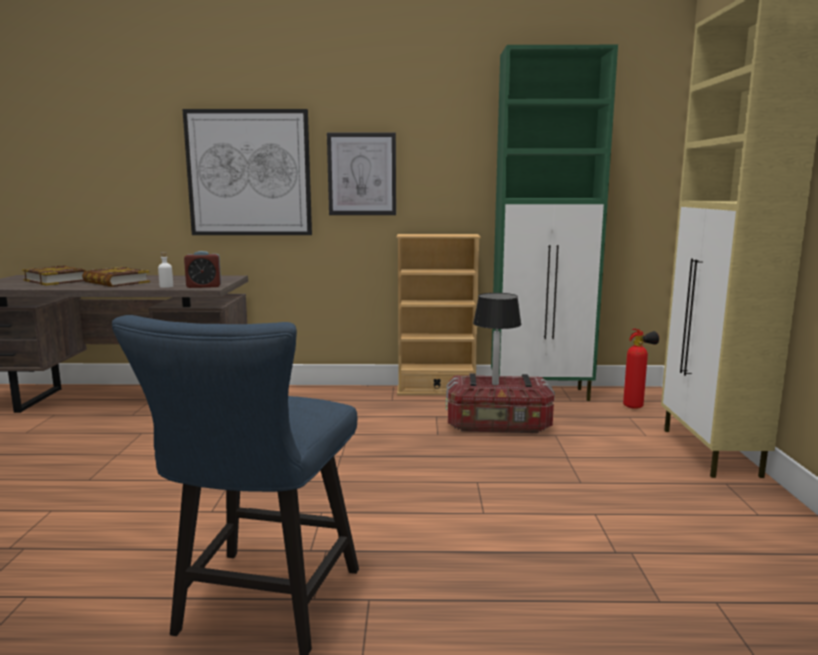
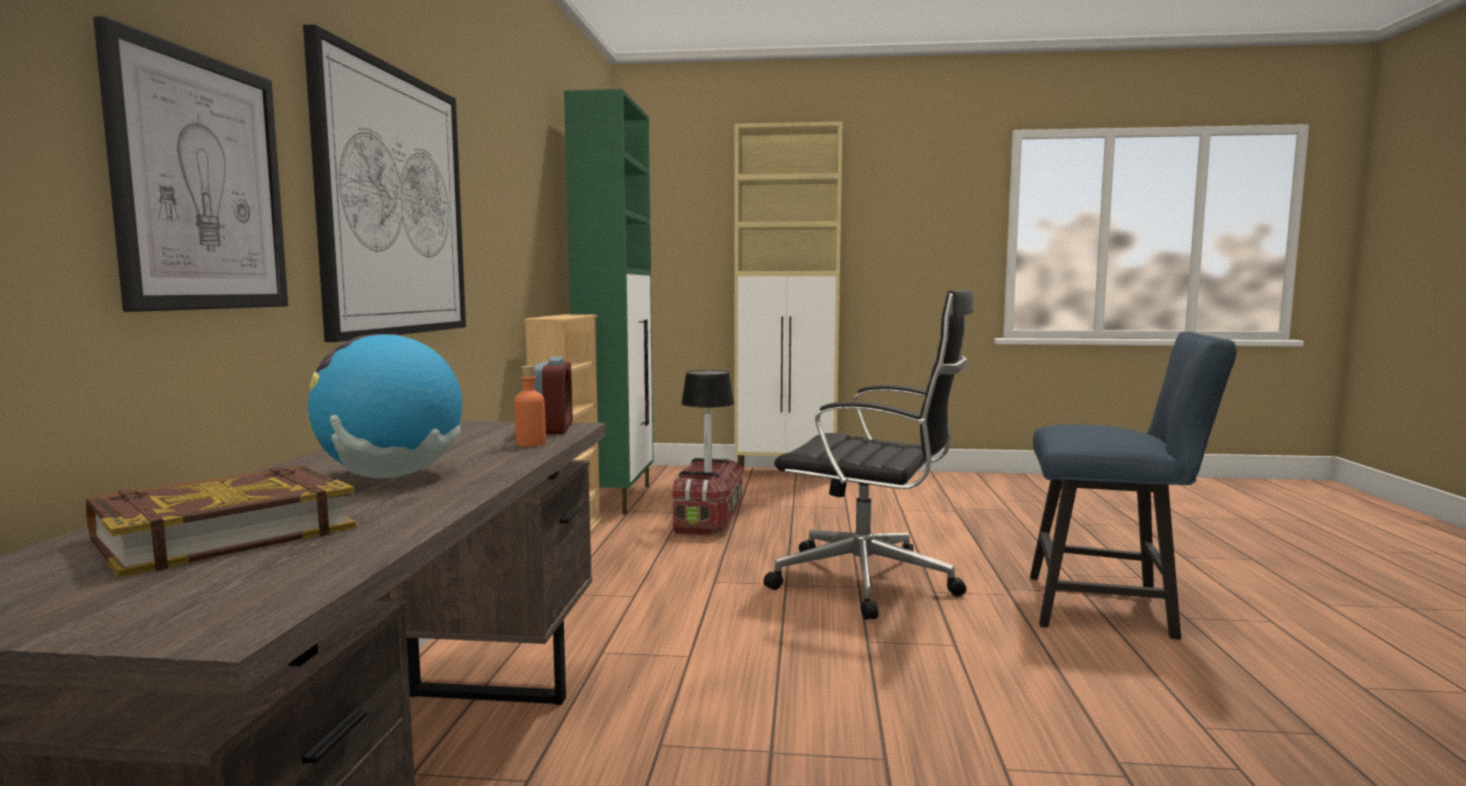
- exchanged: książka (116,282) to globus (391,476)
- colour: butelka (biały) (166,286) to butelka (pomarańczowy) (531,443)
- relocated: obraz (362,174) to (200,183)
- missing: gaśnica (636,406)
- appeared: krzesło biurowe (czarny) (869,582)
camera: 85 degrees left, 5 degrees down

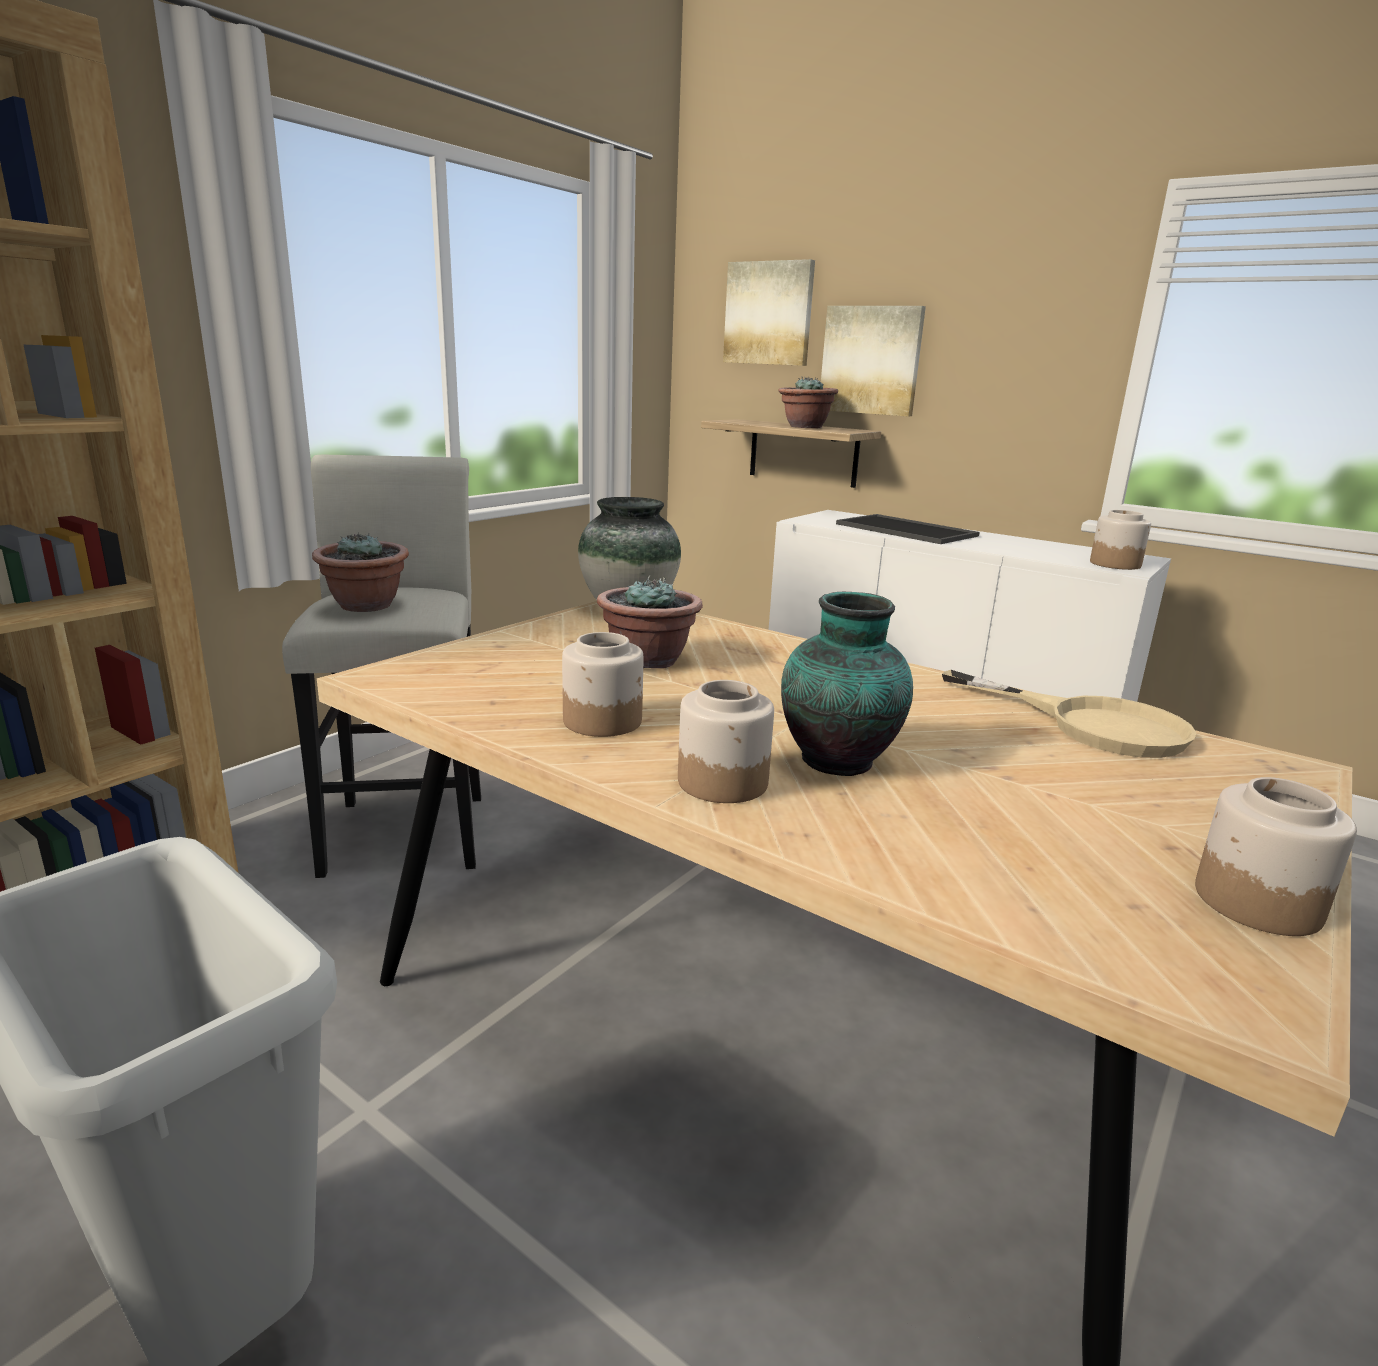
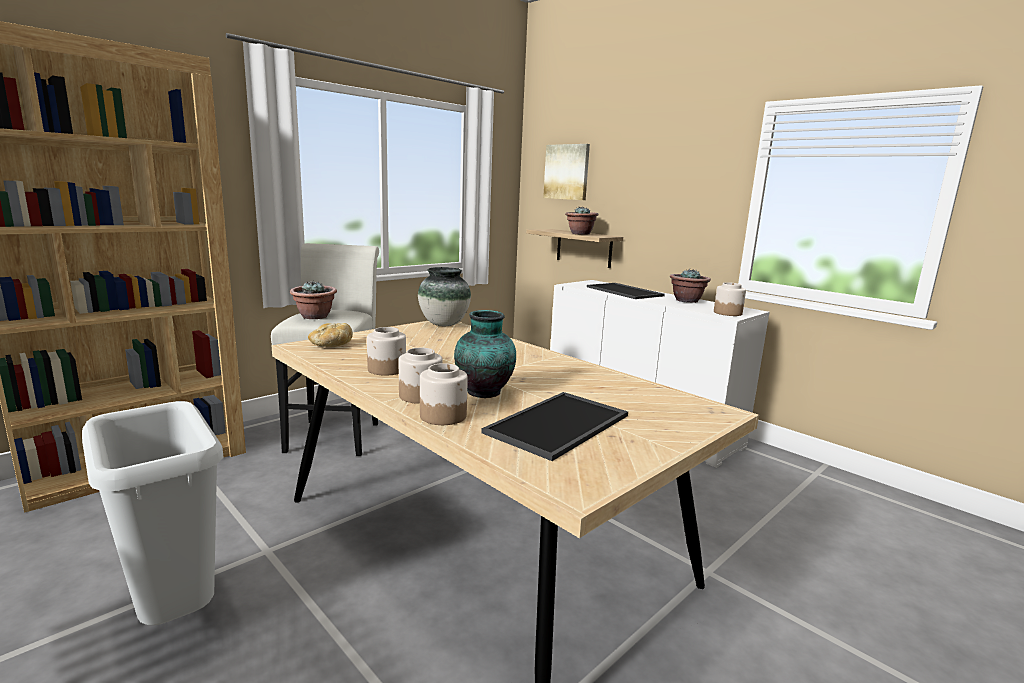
- relocated: roślina doniczkowa (648,660) to (686,300)
- missing: obraz (871,360)
- missing: patelnia (beżowy) (1092,724)
- relocated: słoik (1256,901) to (443,416)
- appeared: chleb (331,345)
- appeared: taca (559,425)
camera: 10 degrees right, 5 degrees down

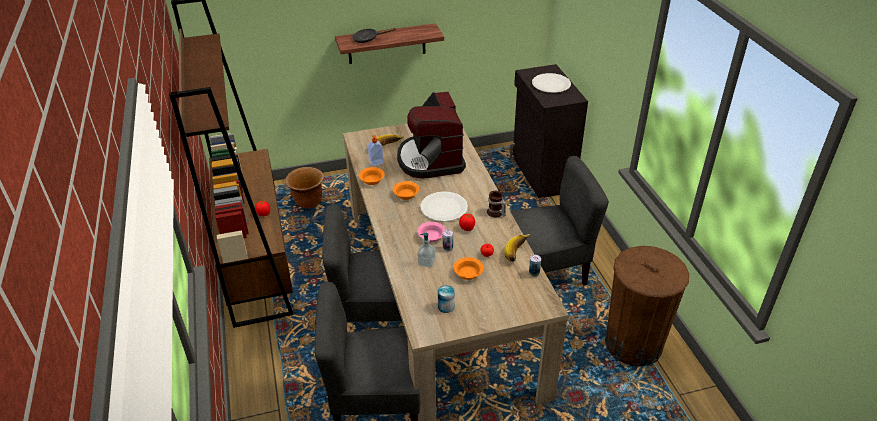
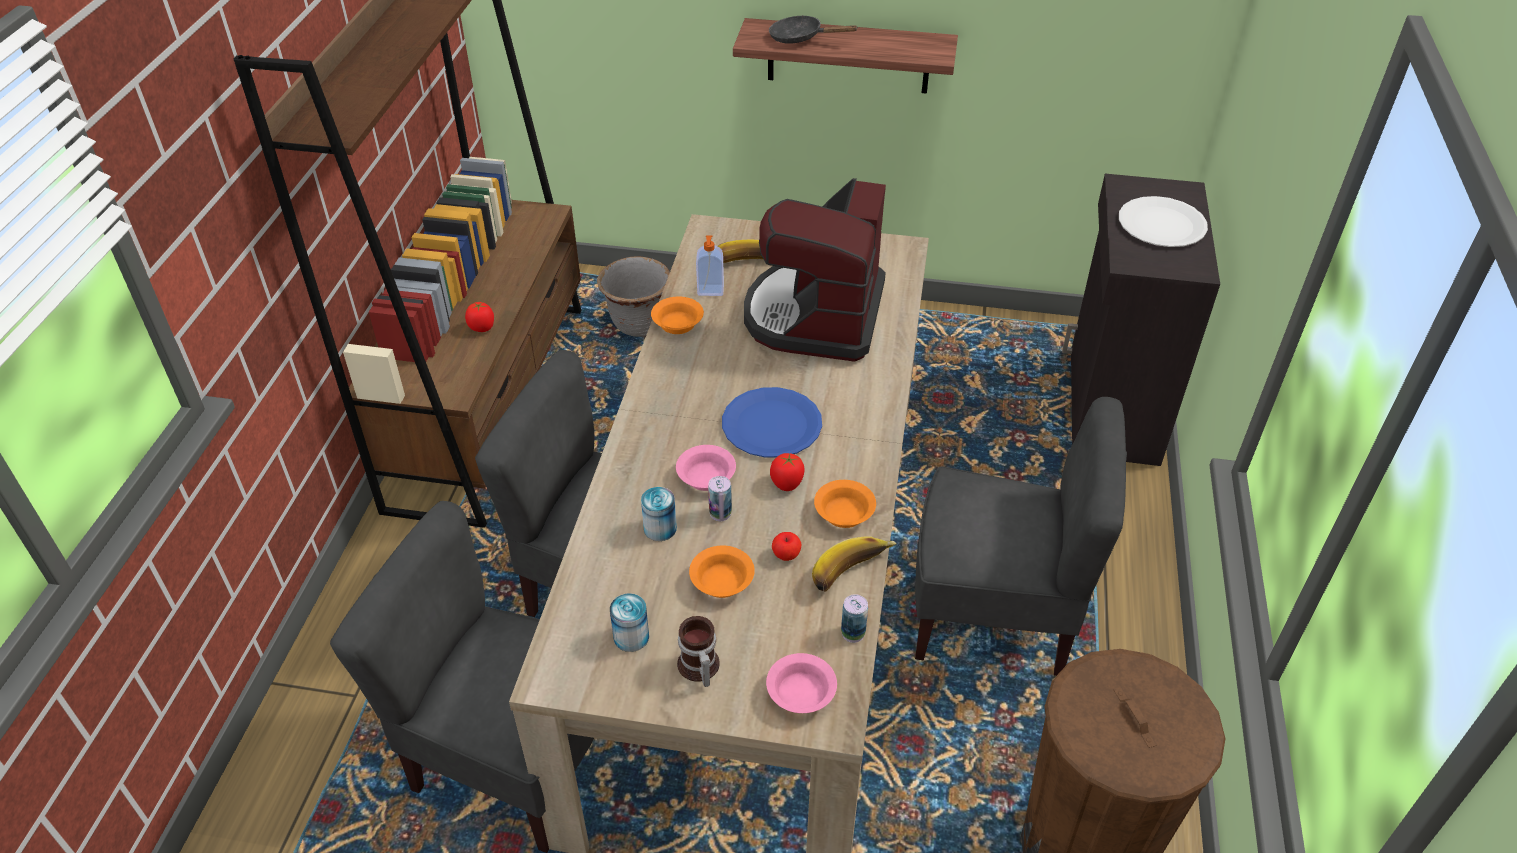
- colour: donica (brązowy) (308,202) to donica (szary) (638,325)
- relocated: miska (pomarańczowy) (406,194) to (844,513)
- exchanged: dozownik mydła (426,262) to puszka (660,528)
- colour: talerz (biały) (443,208) to talerz (niebieski) (771,425)
- relocated: kubek (495,213) to (697,668)
- appeared: miska (różowy) (800,695)
camera: 25 degrees right, 5 degrees up

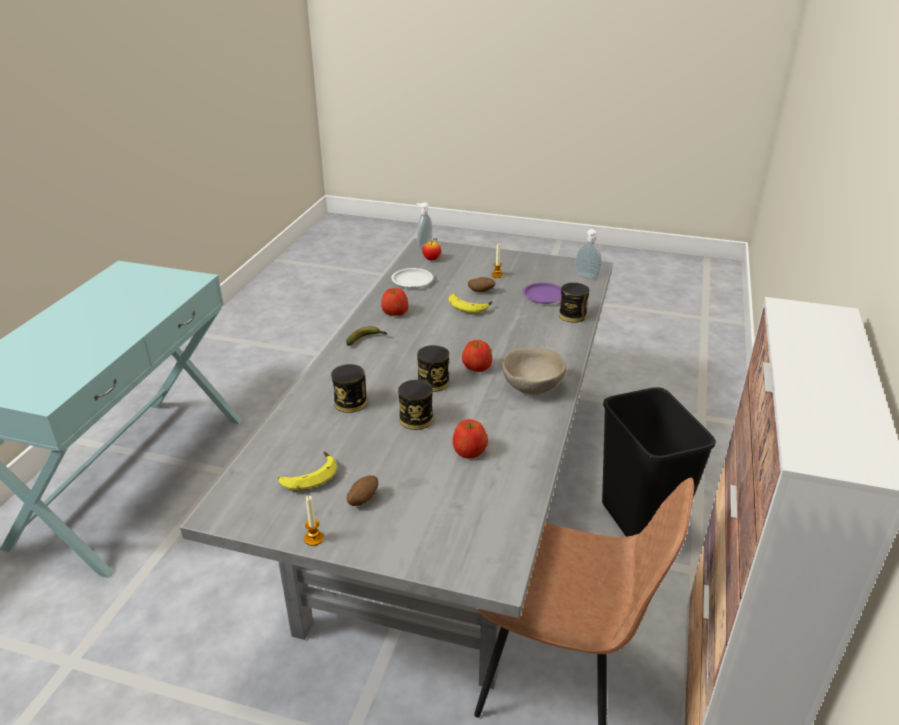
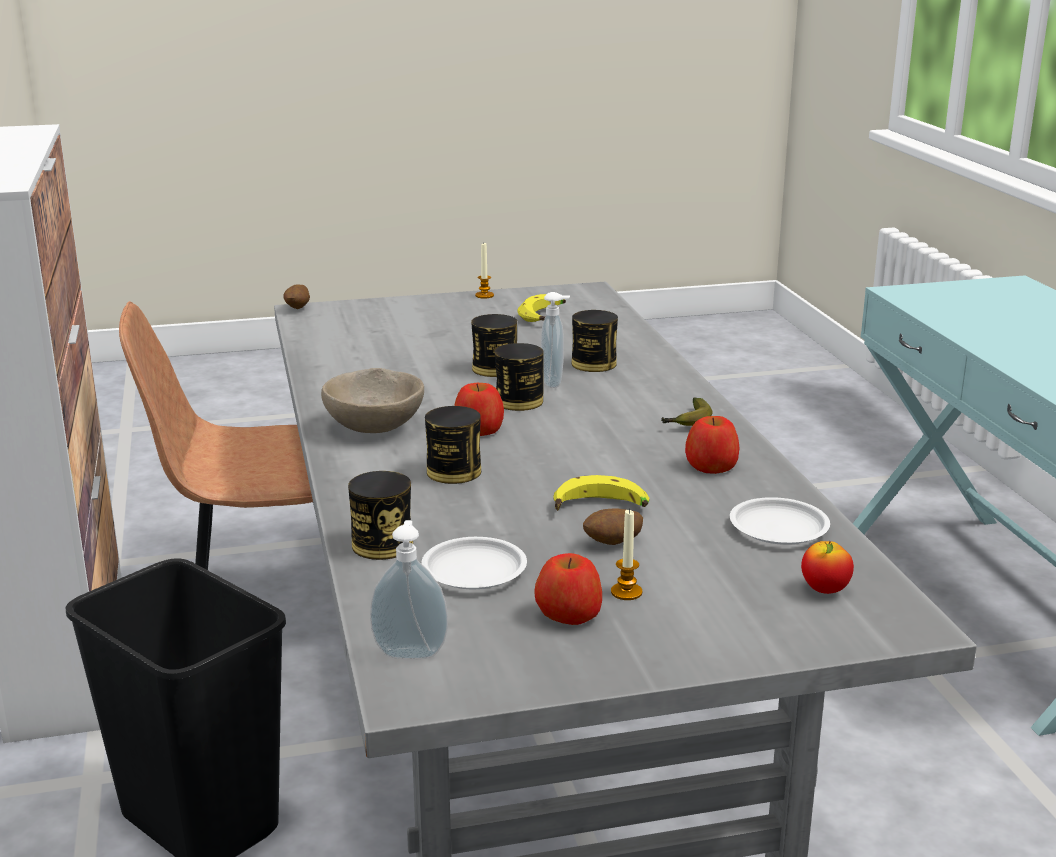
- relocated: ziemniak (363,499) to (298,308)
- relocated: dozownik mydła (424,247) to (554,382)
- relocated: jabłko (469,450) to (568,615)
- colour: talerz (fioletowy) (543,296) to talerz (biały) (474,570)
- appeared: puszka (454,472)
camera: 150 degrees right, 10 degrees down

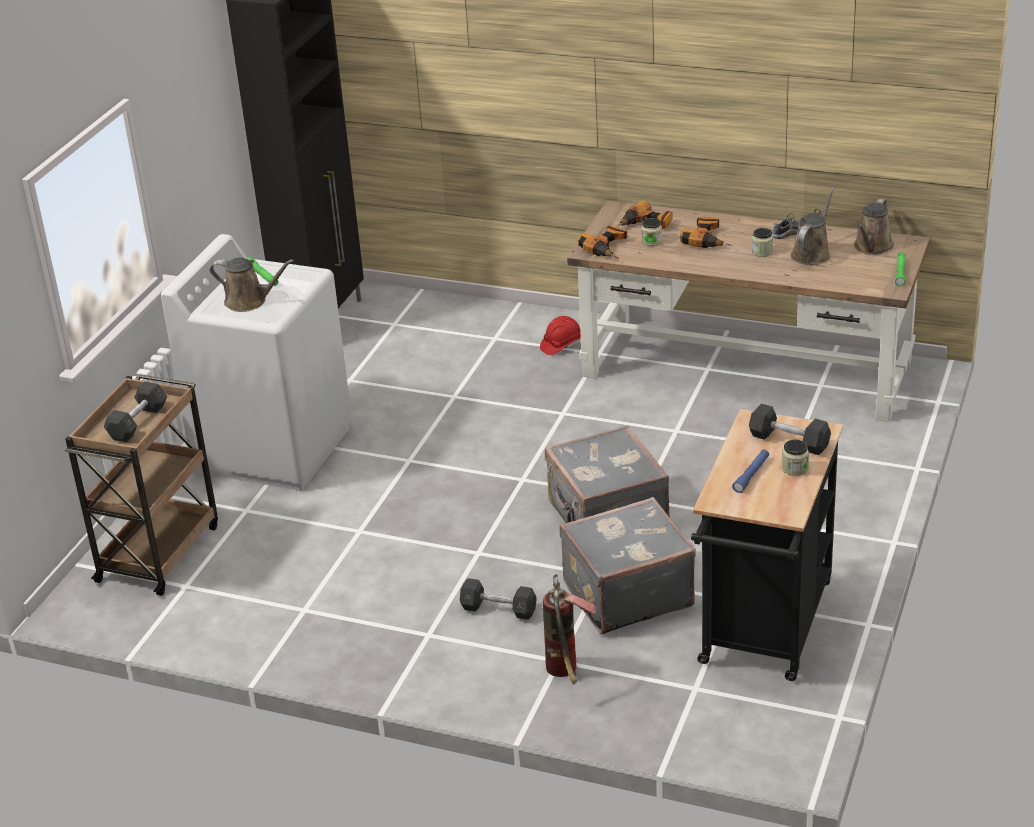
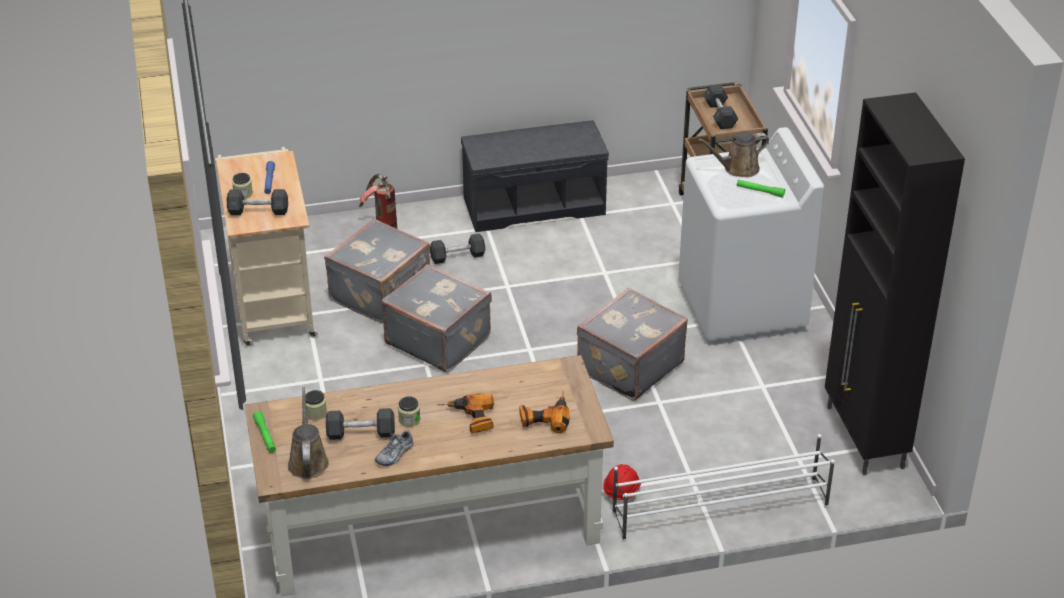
- missing: wiertarka (608,248)
- relocated: słoik (651,241) to (316,413)
- colour: wózek (czarny) (764,631) to wózek (beżowy) (272,301)
- exchanged: konewka (brązowy) (812,253) to hantel (szary) (361,433)
- appeared: ławka (szary) (535,205)
- appeared: walizka (szary) (628,366)
- appeared: regał na buty (biały) (719,510)
camera: 145 degrees right, 5 degrees up

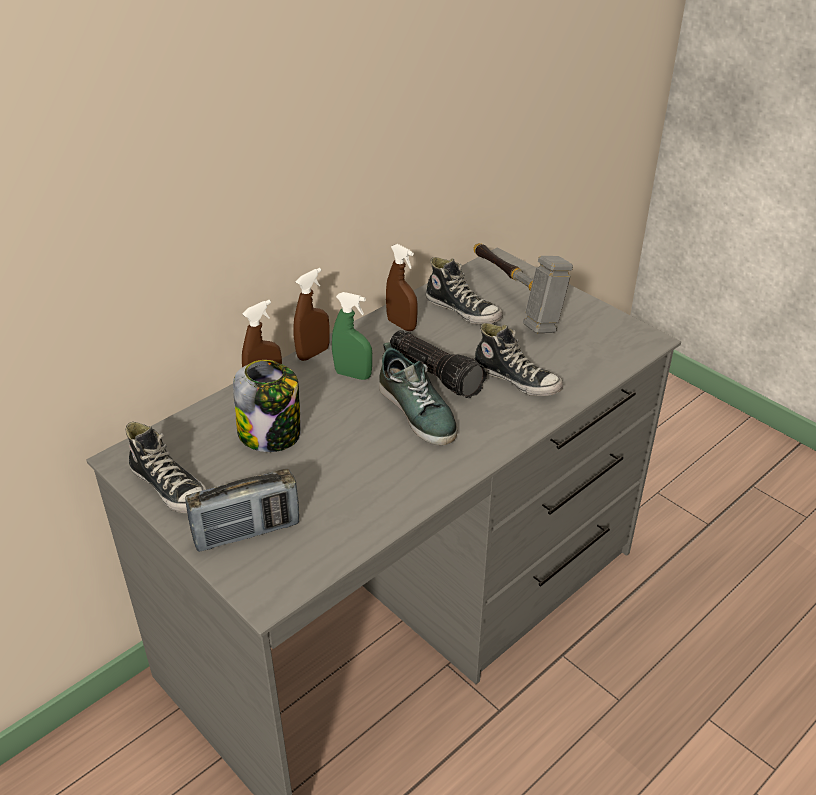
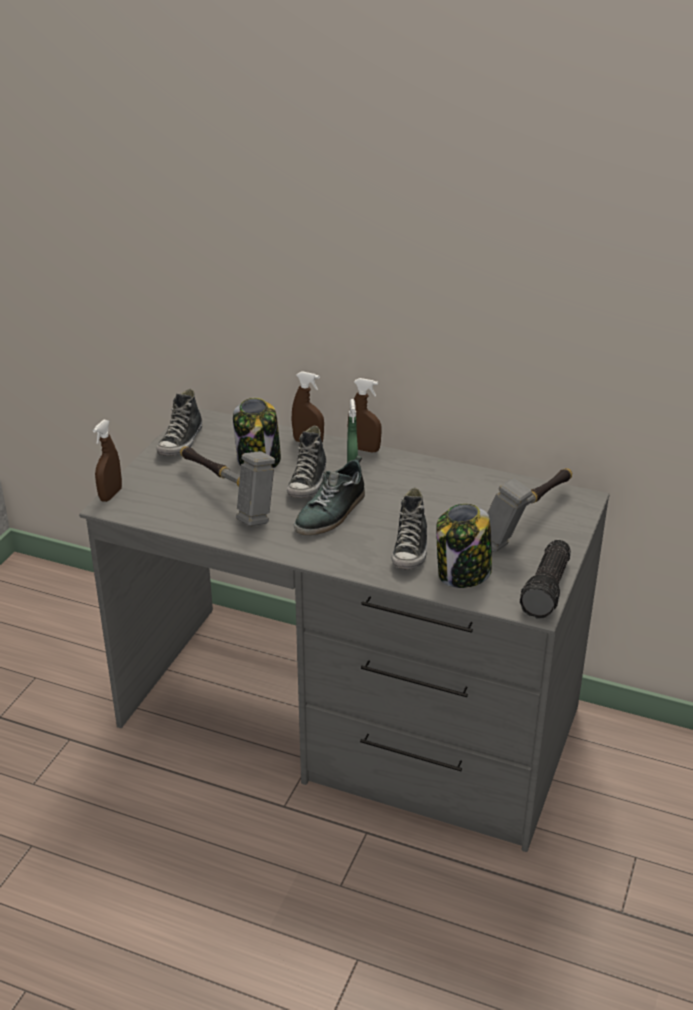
- missing: radio (247,532)
- relocated: spryskiwacz (brązowy) (401,325) to (110,495)
- relocated: latarka (437,374) to (548,590)
- relocated: but (463,310) to (308,482)
- appeared: młotek (226,497)
- appeared: słoik (463,574)
camera: 65 degrees right, 5 degrees down

